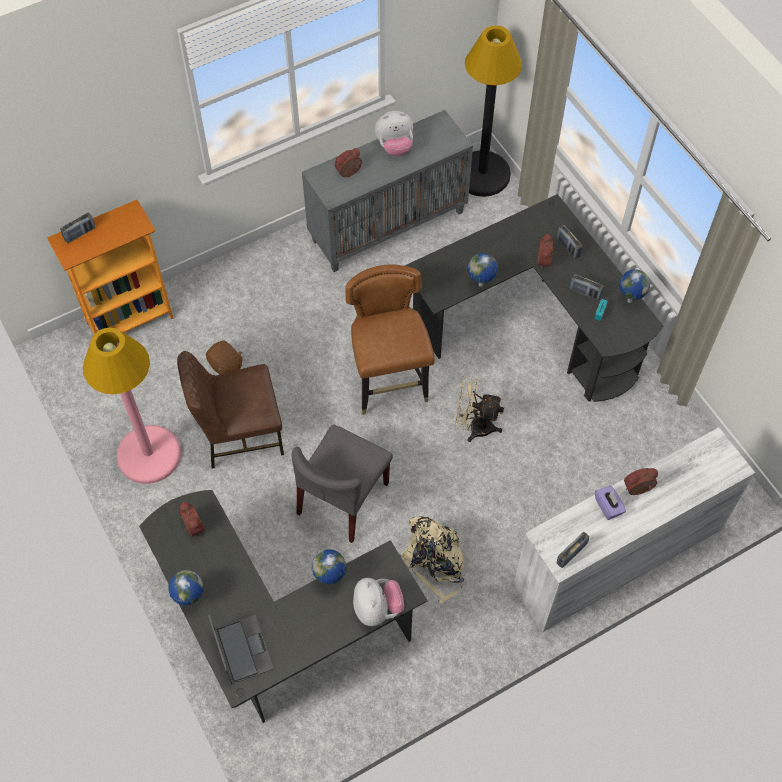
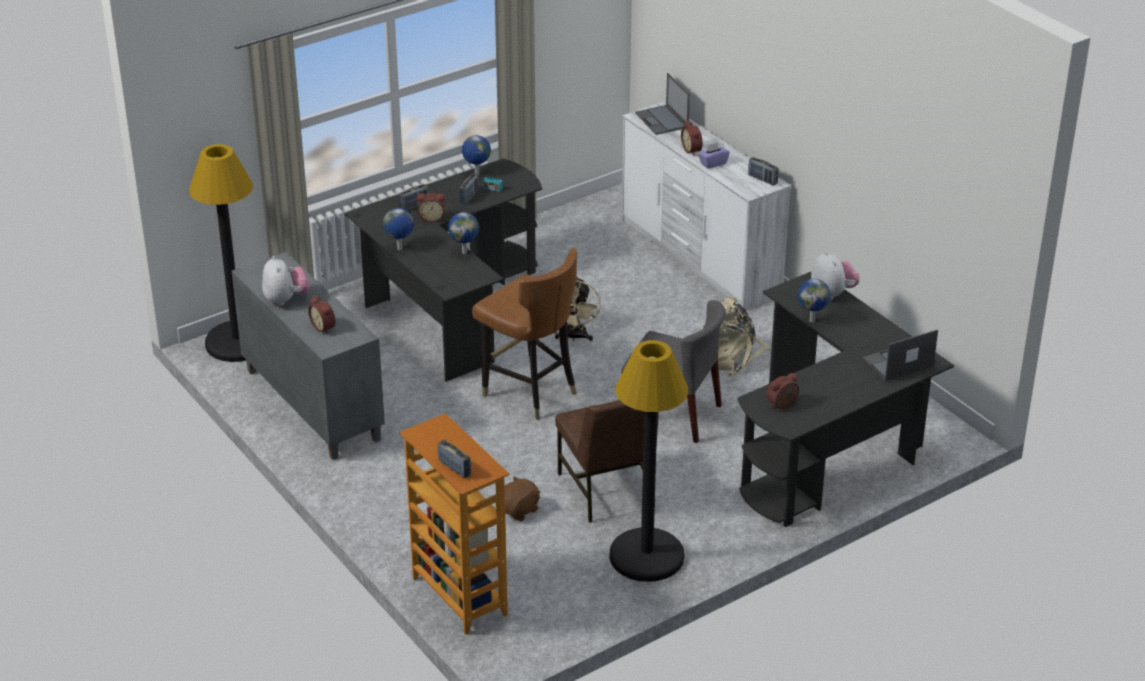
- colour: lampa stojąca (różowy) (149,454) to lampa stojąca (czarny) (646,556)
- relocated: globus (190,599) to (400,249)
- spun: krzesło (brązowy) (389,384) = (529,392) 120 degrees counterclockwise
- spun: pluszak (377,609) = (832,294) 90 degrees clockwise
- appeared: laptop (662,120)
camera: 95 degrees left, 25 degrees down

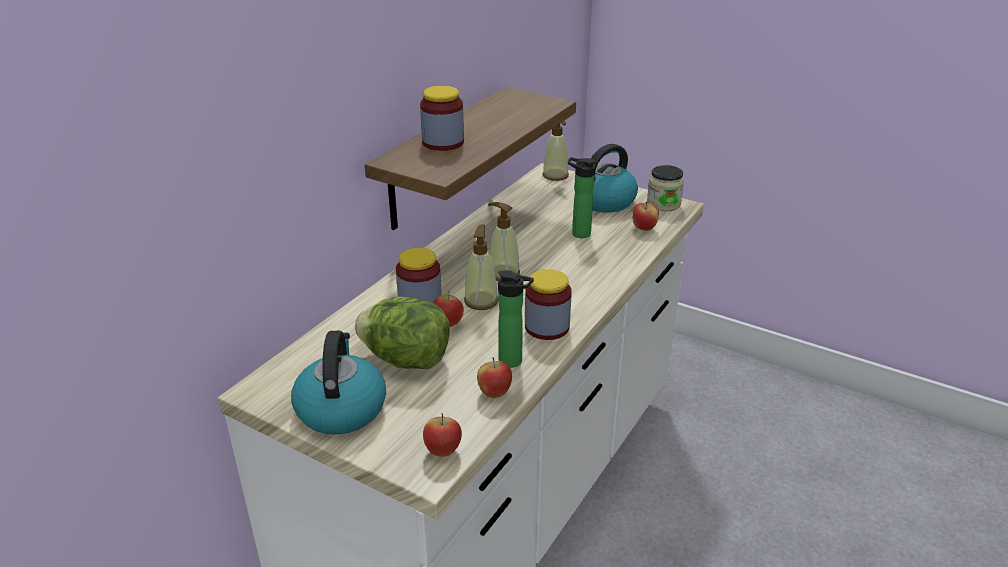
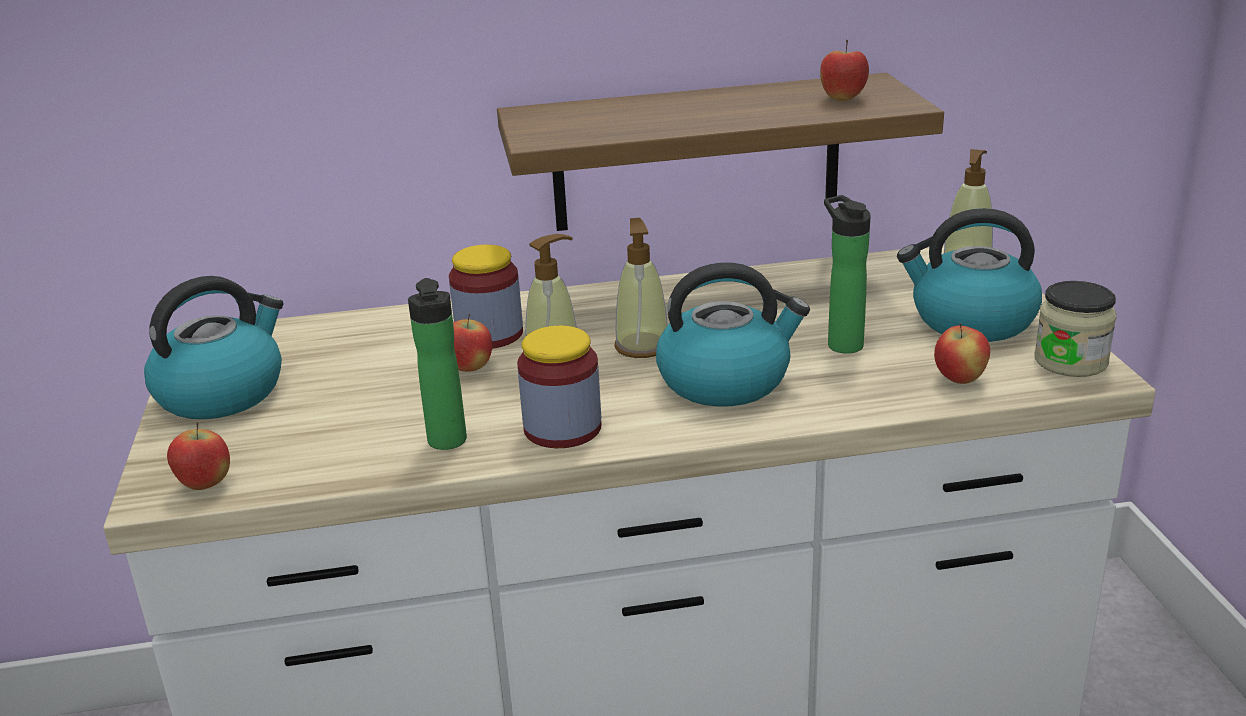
- missing: sałata (406,360)
- missing: słoik (443,142)
- relocated: jabłko (494,393) to (843,99)
- appeared: czajnik (726,380)
camera: 50 degrees right, 5 degrees down

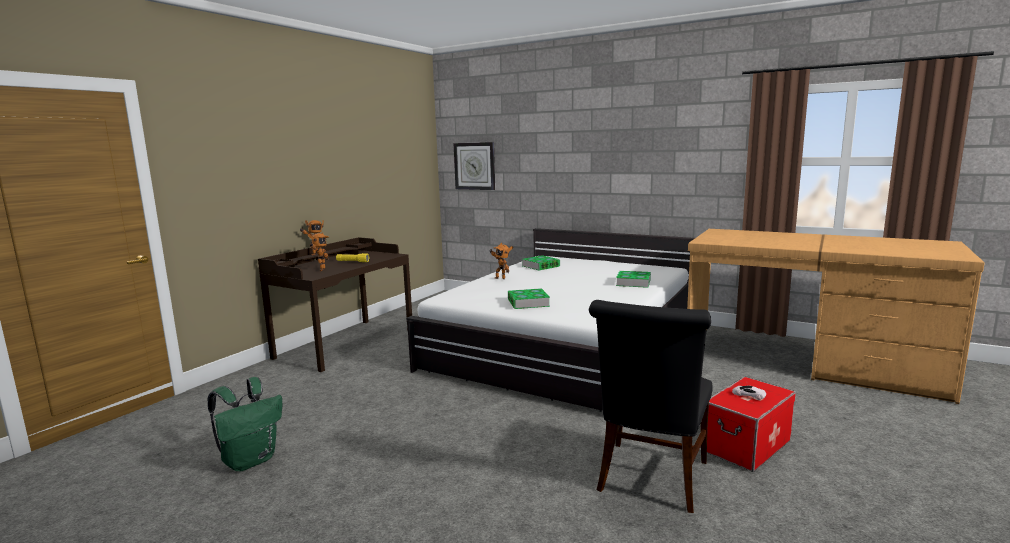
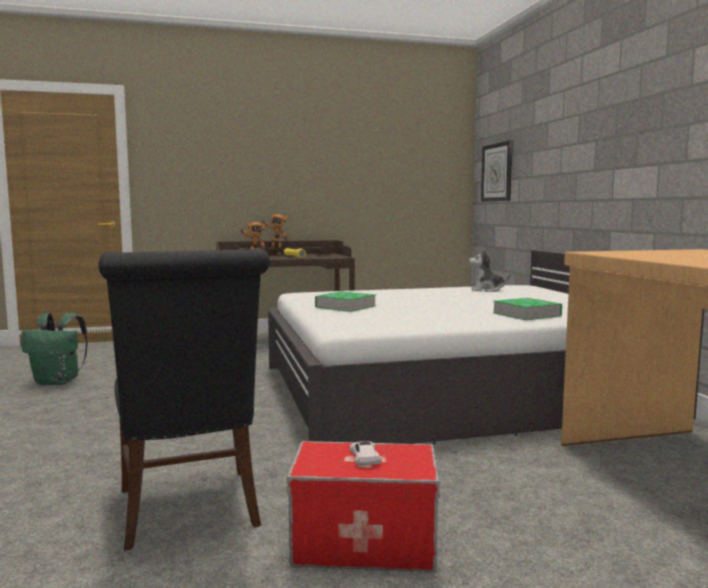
- missing: robot zabawkowy (500,278)
- exchanged: książka (540,266) to pluszak (487,290)
- spun: krzesło (czarny) (651,479) = (190,511) 90 degrees counterclockwise
camera: 45 degrees right, 5 degrees down

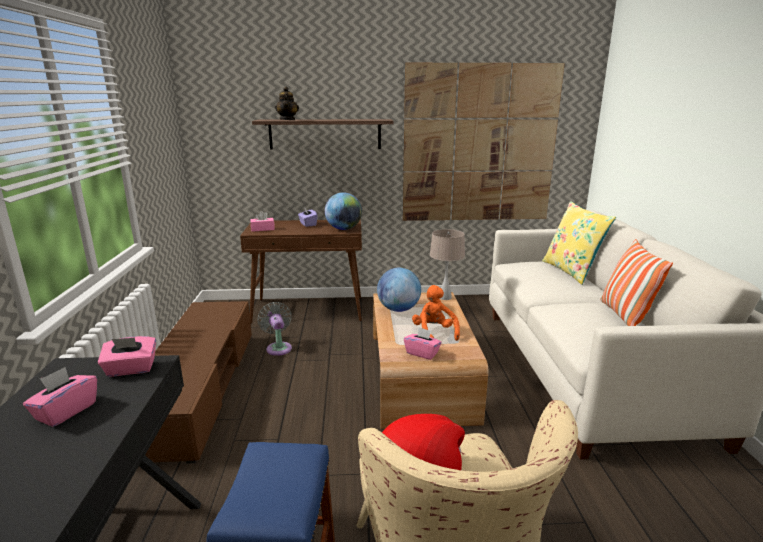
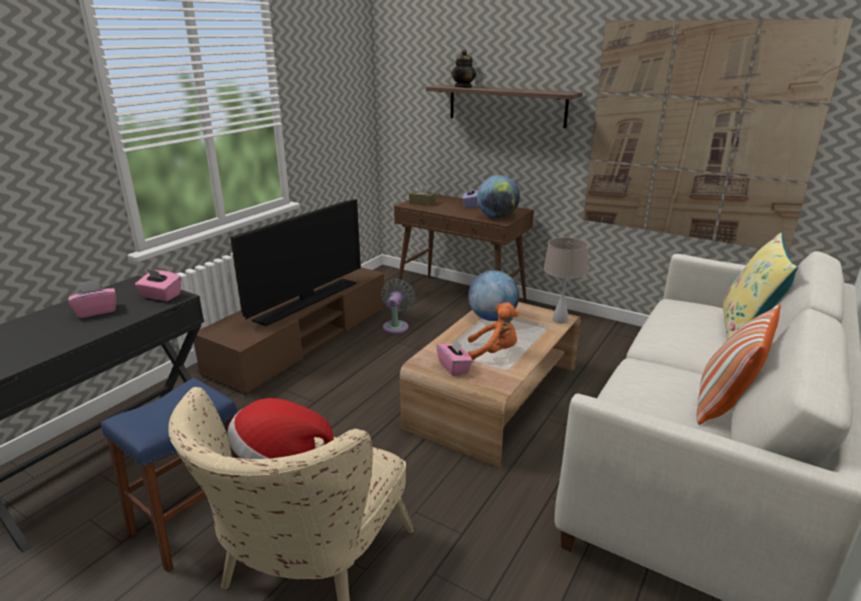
- colour: pudełko chusteczek (różowy) (262,229) to pudełko chusteczek (brązowy) (422,203)
- spun: pluszak (pomarańczowy) (434,333) = (494,352) 75 degrees clockwise
- appeared: telewizor (307,301)
camera: 35 degrees right, 5 degrees up

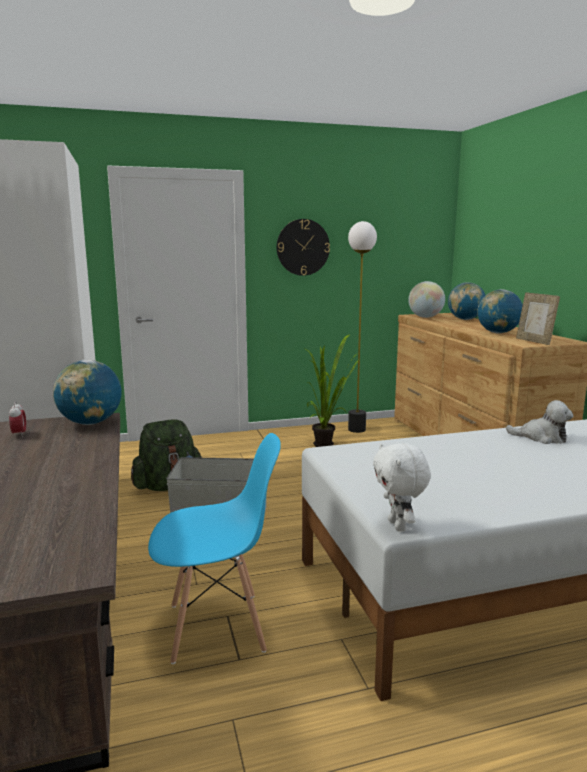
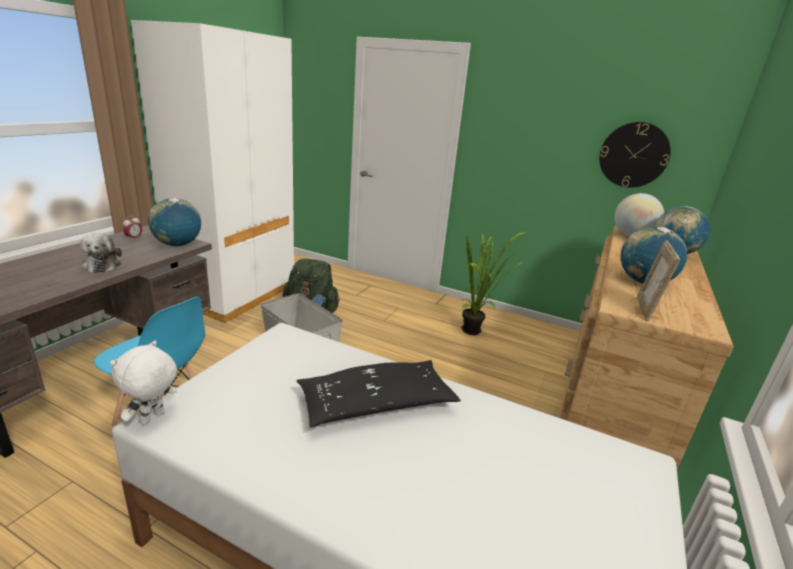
- relocated: zegar ścienny (303,247) to (633,155)
- missing: lampa stojąca (357,429)
- relocated: pluszak (541,437) to (102,265)
- appeared: poduszka (czarny) (376,404)
camera: 40 degrees right, 10 degrees up

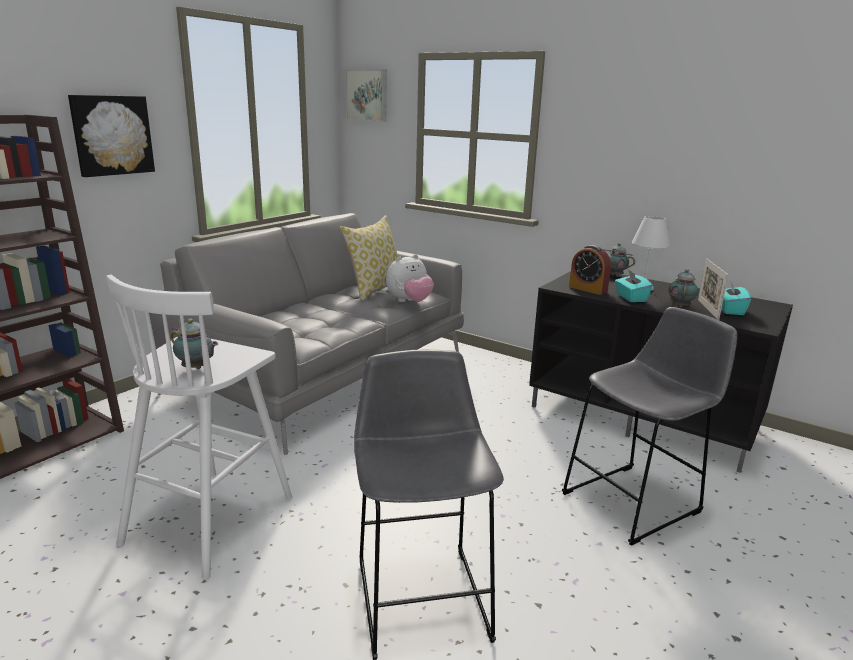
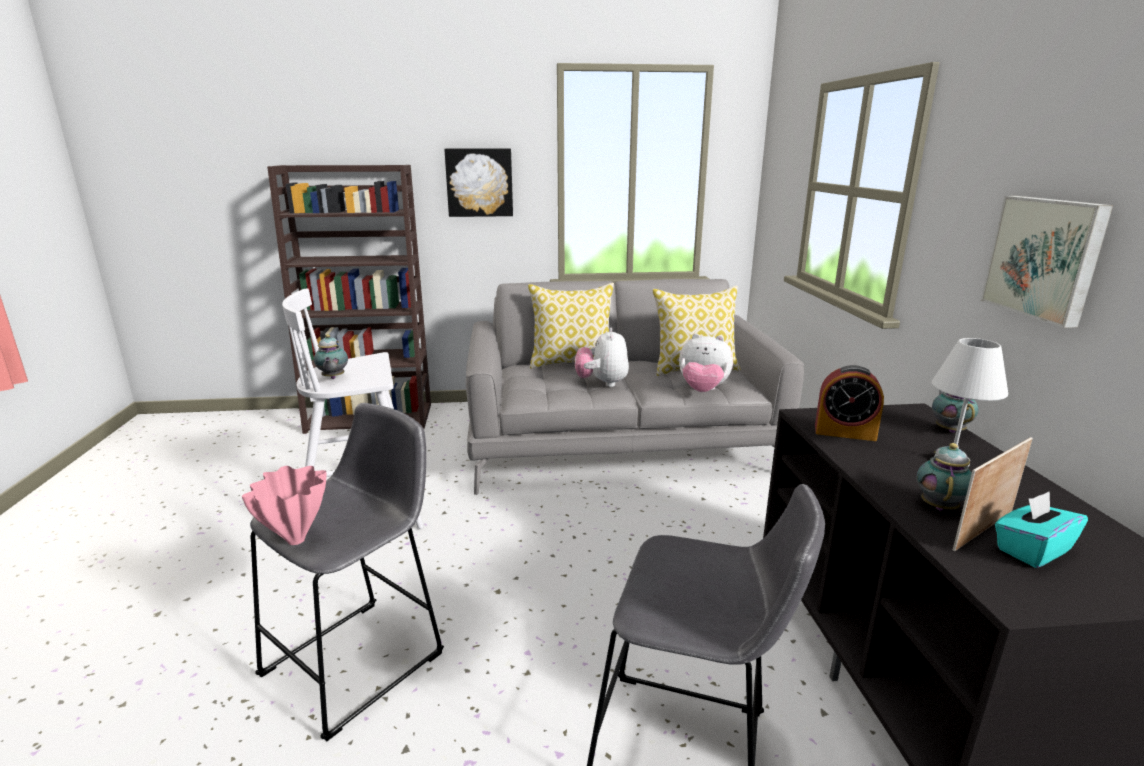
- relocated: obraz (367,95) to (1045,258)
- spun: budzik (588,289) = (845,432) 75 degrees counterclockwise
- missing: pudełko chusteczek (turkusowy) (630,298)
- spun: imbryk (680,306) = (939,506) 45 degrees counterclockwise
- appeared: wazon (różowy) (298,539)
- appeared: poduszka (572,363)
- appeared: pluszak (602,383)
camera: 50 degrees right, 0 degrees up

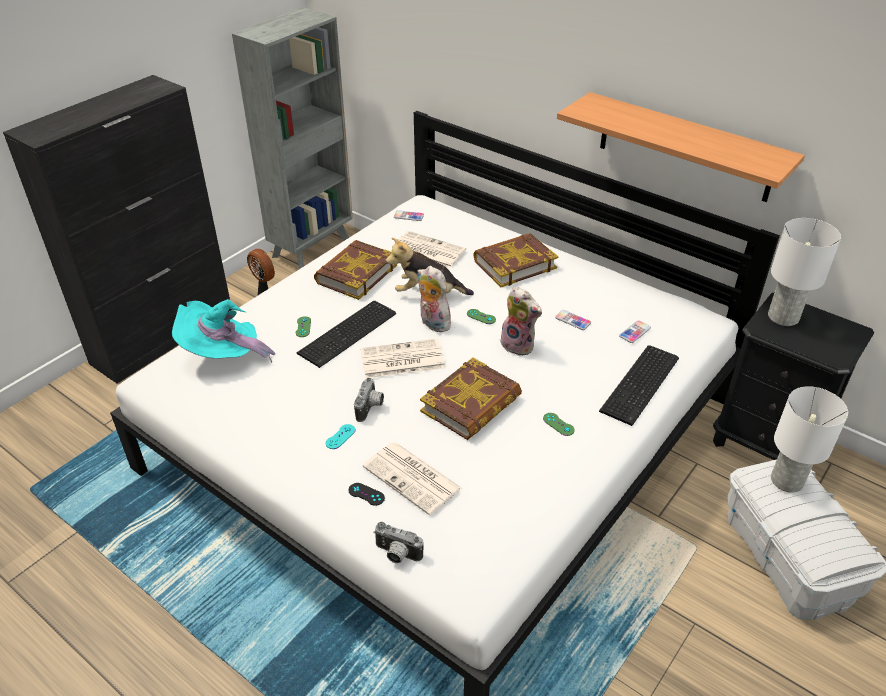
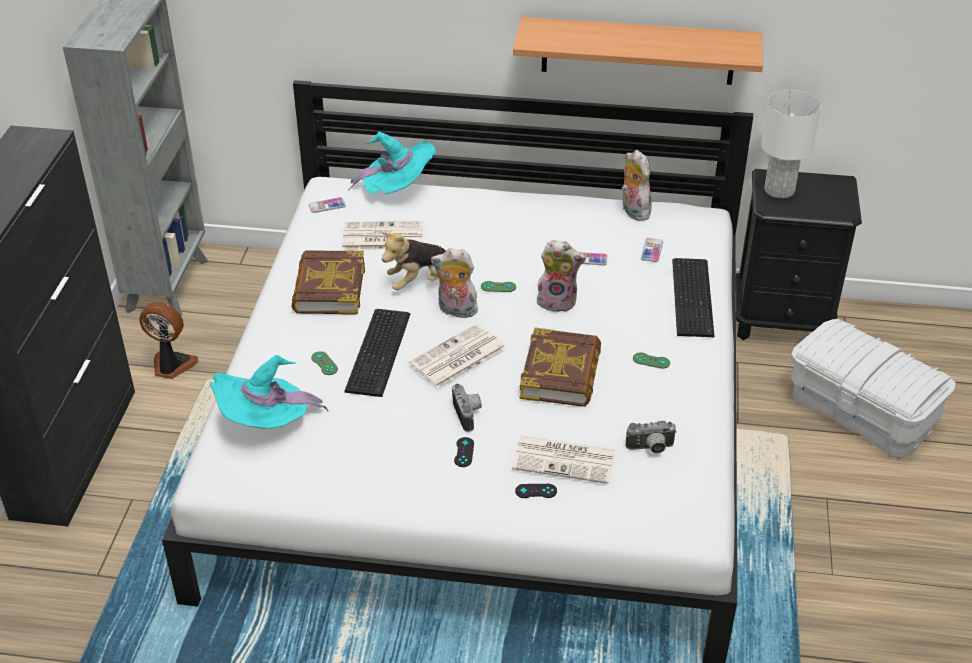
- colour: pad do gier (turkusowy) (340,436) to pad do gier (czarny) (464,452)
- relocated: aparat fotograficzny (396,555) to (650,449)
- missing: książka (514,264)
- missing: lampa stołowa (biały) (786,480)
- appeared: kapelusz (turkusowy) (398,190)
- appeared: pluszak (632,211)
camera: 30 degrees left, 0 degrees up

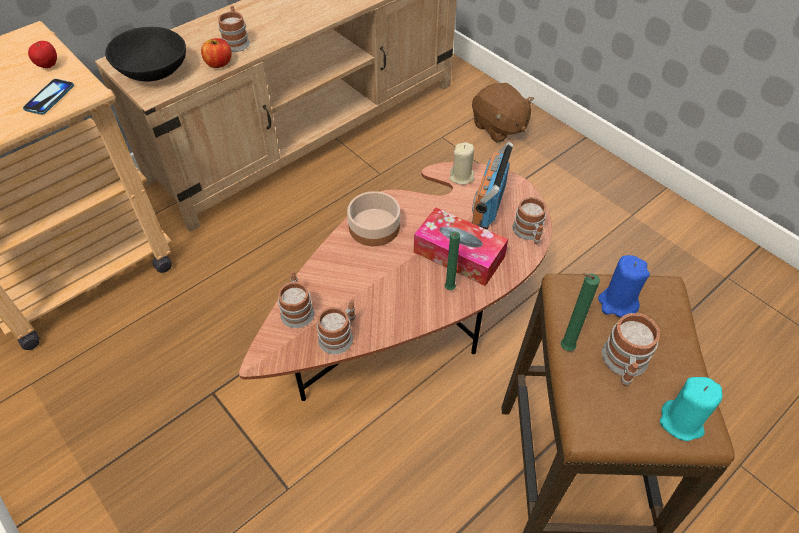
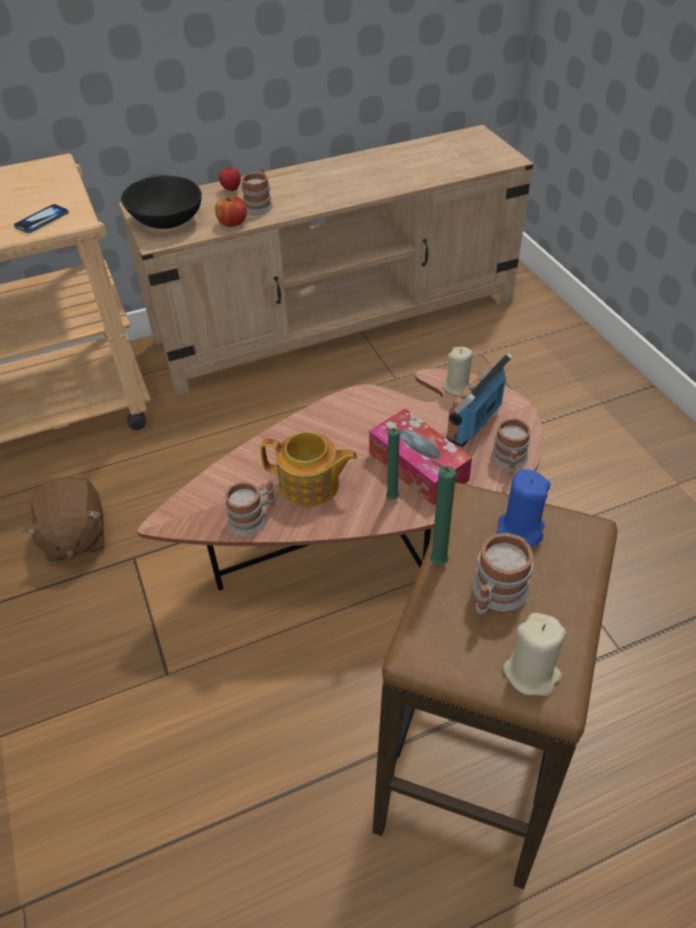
- relocated: jabłko (48,66) to (231,190)
- missing: kubek (297,309)
- missing: miska (373,226)
- relocated: pluszak (brązowy) (499,127) to (75,537)
- colour: świeca (turkusowy) (682,422) to świeca (beżowy) (531,673)
- appeared: imbryk (310,485)
camera: 20 degrees right, 5 degrees down

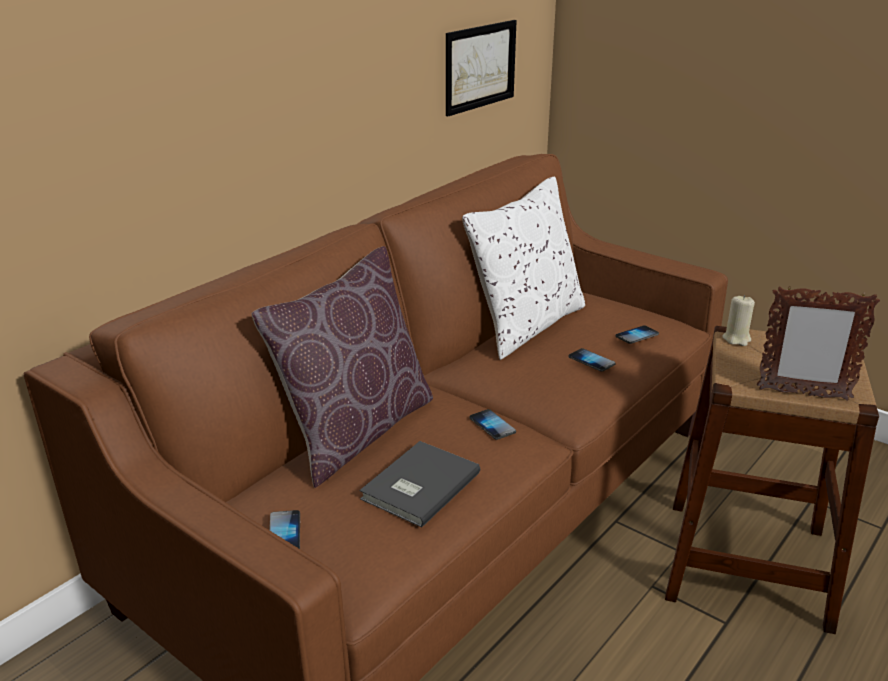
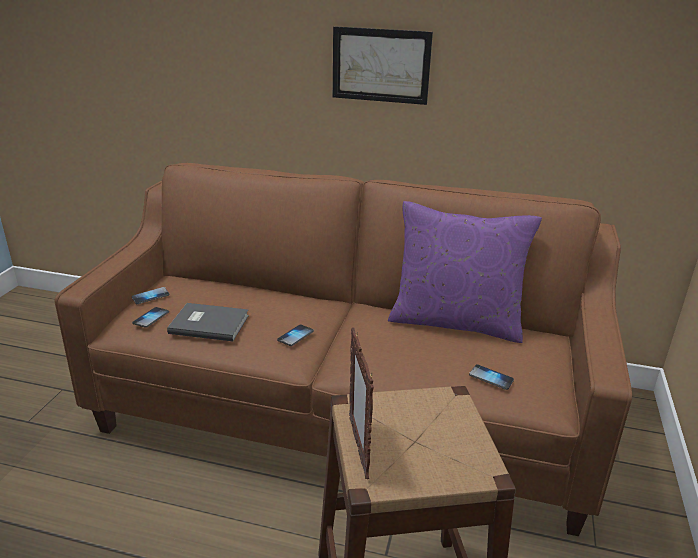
- missing: poduszka (brązowy) (356,431)
- relocated: obraz (480,66) to (380,65)
- colour: poduszka (biały) (525,325) to poduszka (fioletowy) (455,322)
- relocated: telefon (591,361) to (151,318)
- missing: świeca (beżowy) (736,339)
camera: 65 degrees right, 0 degrees up

